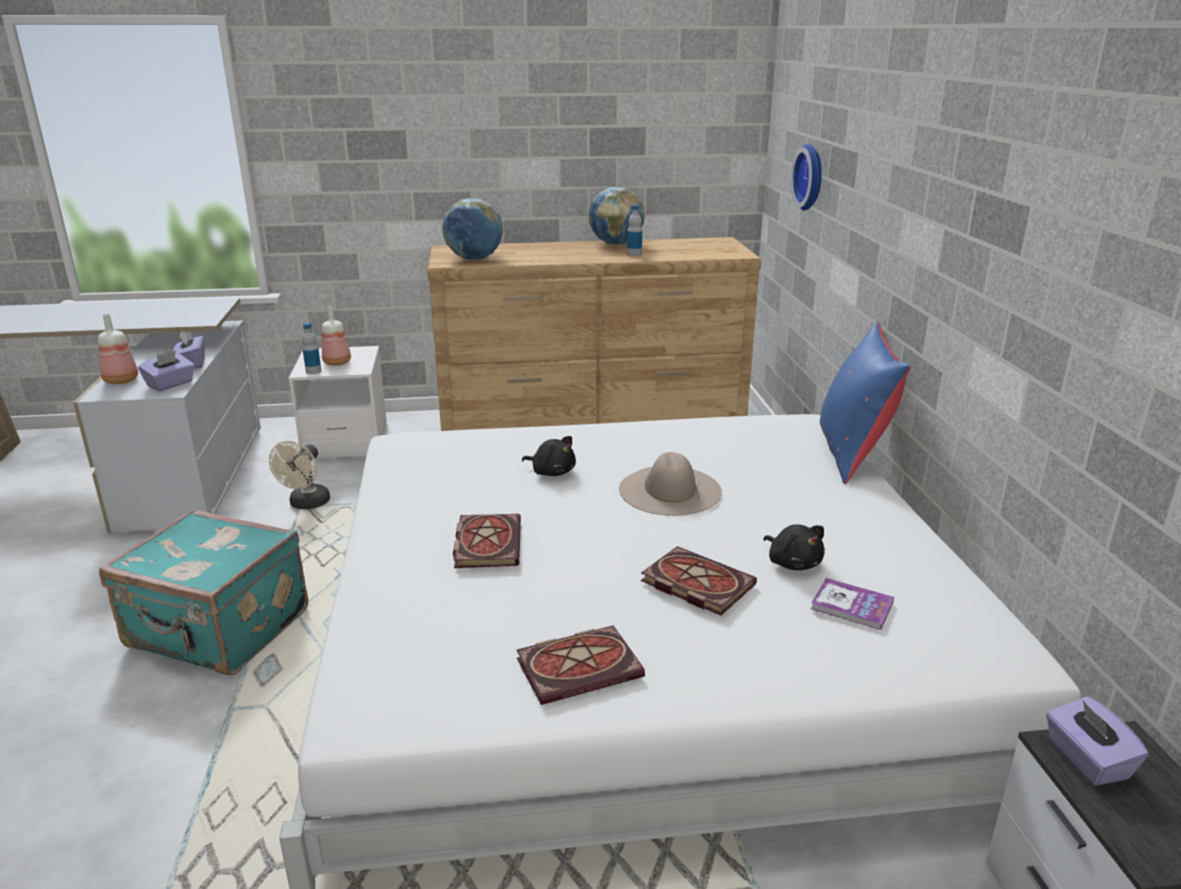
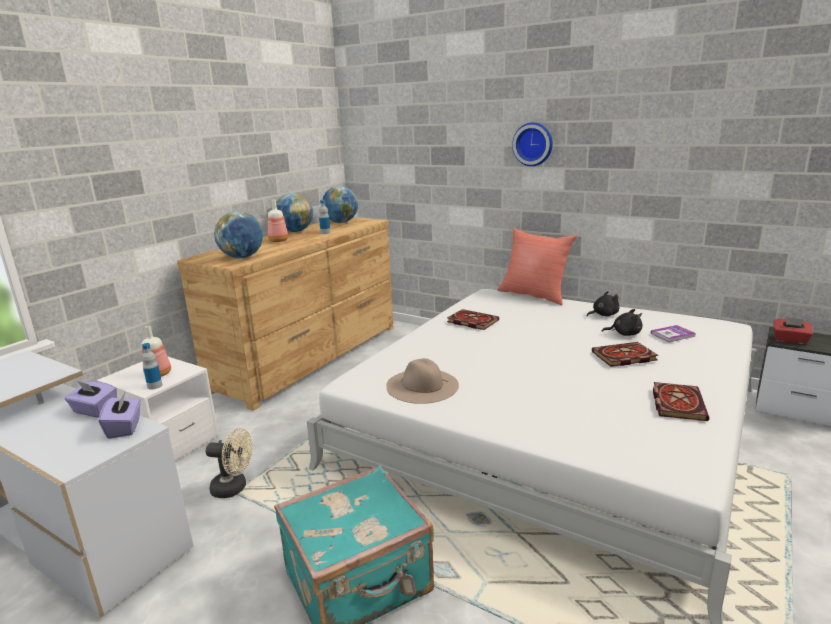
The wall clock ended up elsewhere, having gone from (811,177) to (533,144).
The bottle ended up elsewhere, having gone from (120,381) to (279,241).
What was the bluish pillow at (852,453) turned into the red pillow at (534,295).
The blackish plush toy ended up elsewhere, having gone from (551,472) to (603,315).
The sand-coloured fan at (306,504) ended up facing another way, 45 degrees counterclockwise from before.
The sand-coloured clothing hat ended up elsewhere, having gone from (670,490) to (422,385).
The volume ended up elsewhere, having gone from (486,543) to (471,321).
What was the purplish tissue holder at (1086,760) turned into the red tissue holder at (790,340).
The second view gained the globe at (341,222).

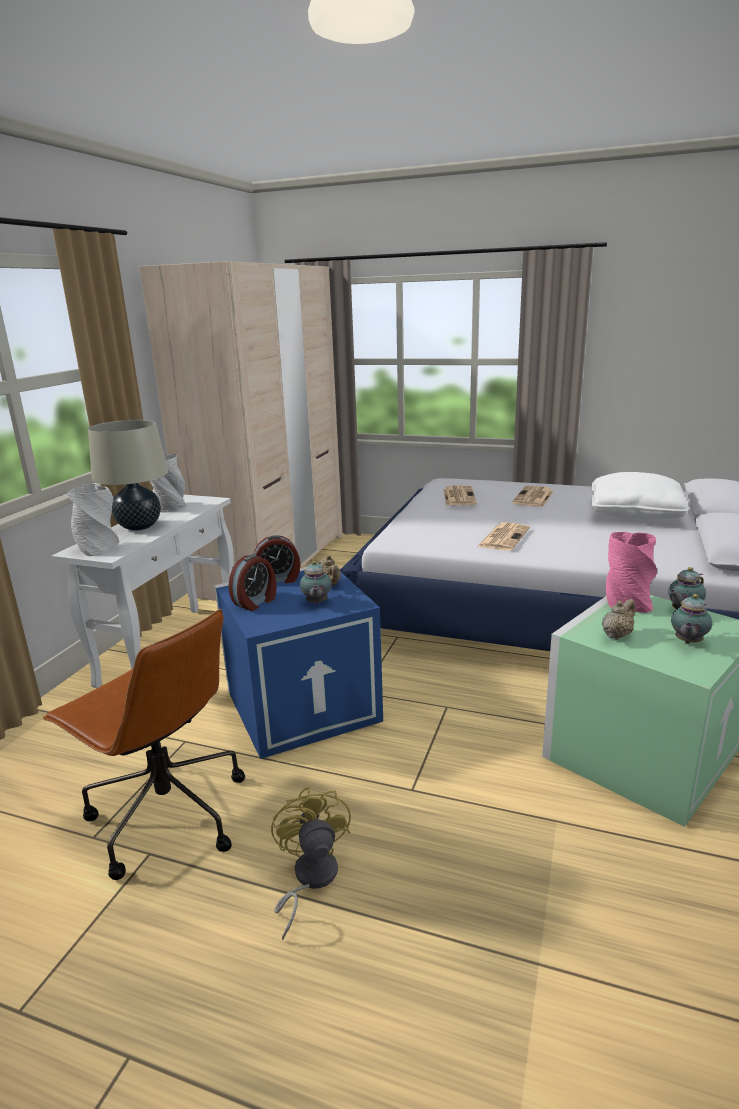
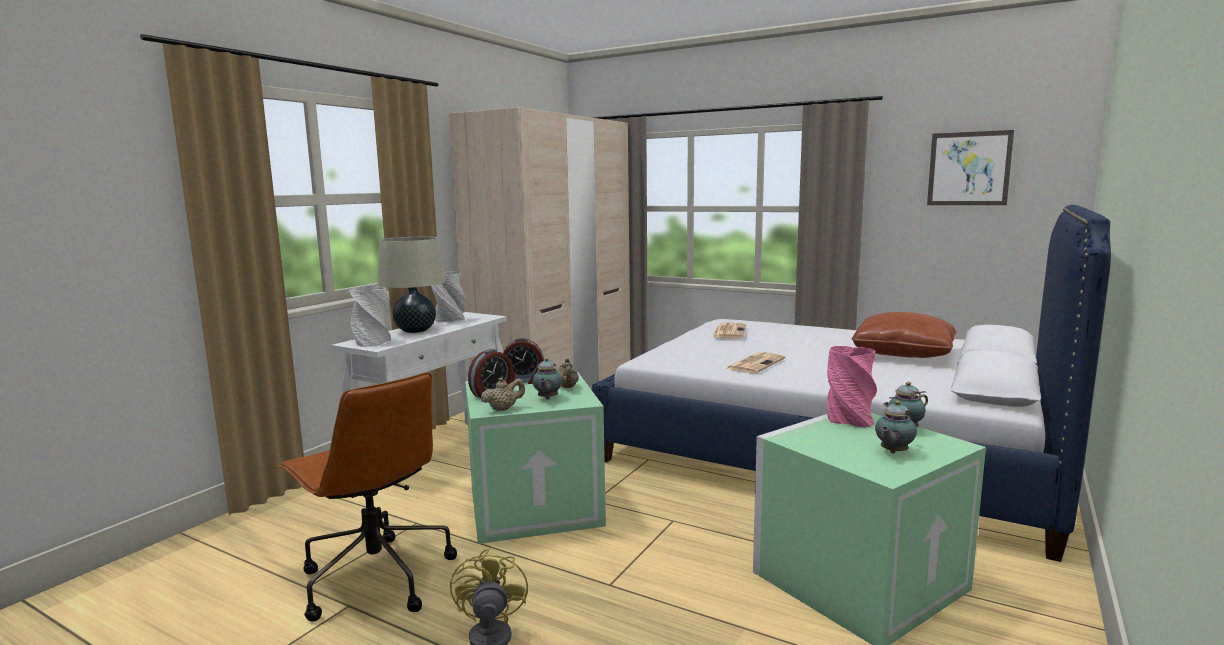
What was the white pillow at (634,513) turned into the brownish pillow at (903,353).
The second view lost the newspaper at (533,497).
What was the bluish storage container at (303,704) turned into the green storage container at (536,505).
The sand-coloured teapot ended up elsewhere, having gone from (616,635) to (503,409).
The second view gained the wall art at (969,168).

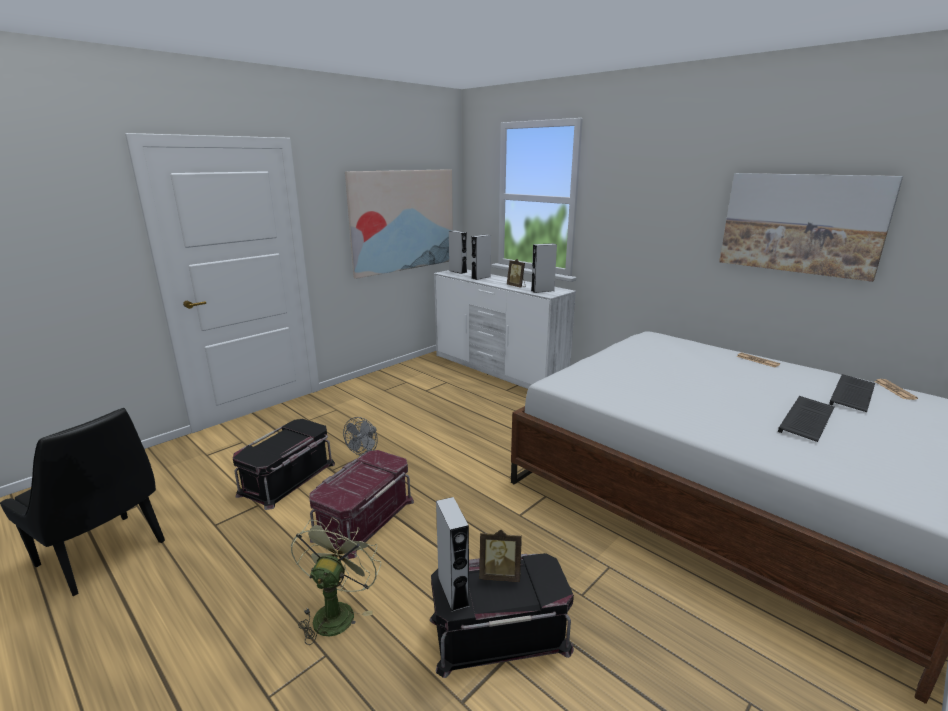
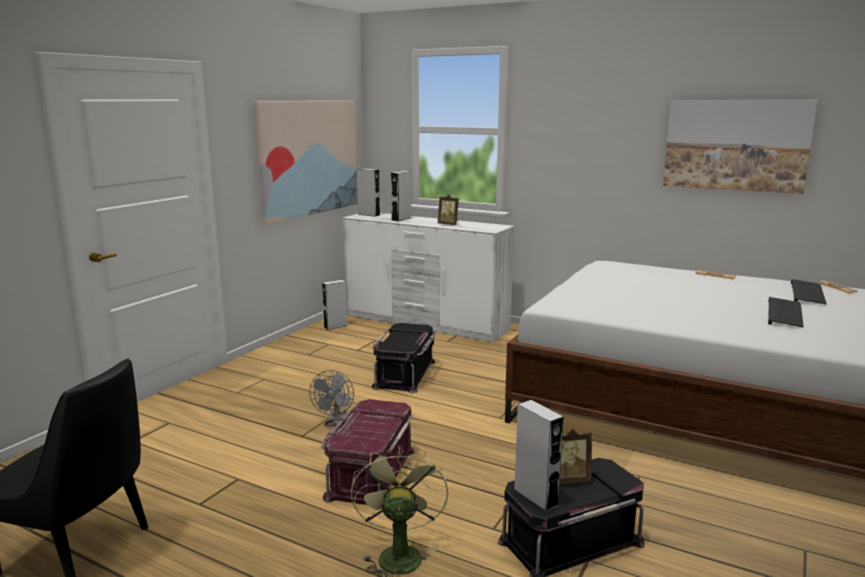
The greyish audio speaker ended up elsewhere, having gone from (542,290) to (335,326).
The blackish storage container ended up elsewhere, having gone from (288,479) to (405,374).

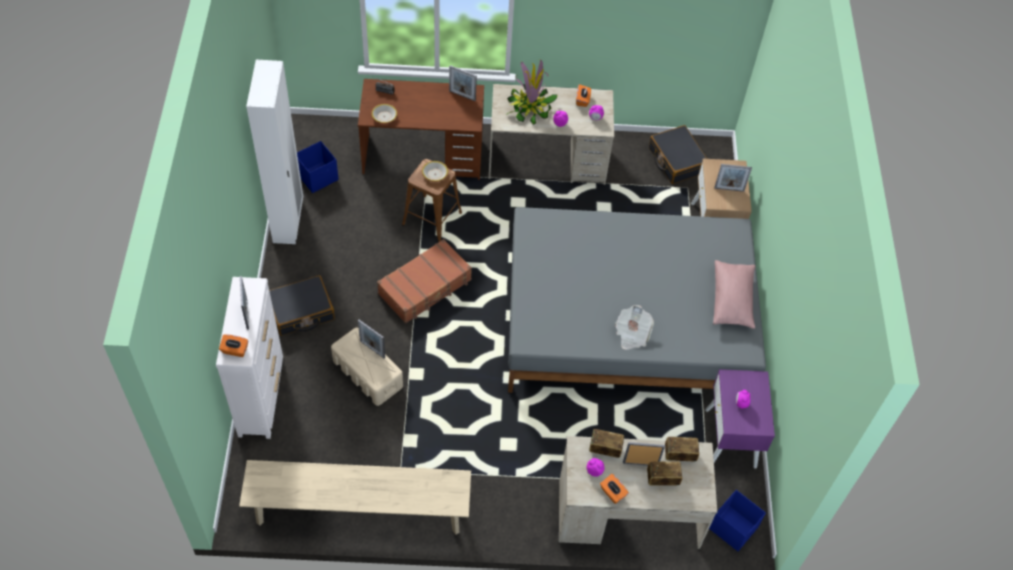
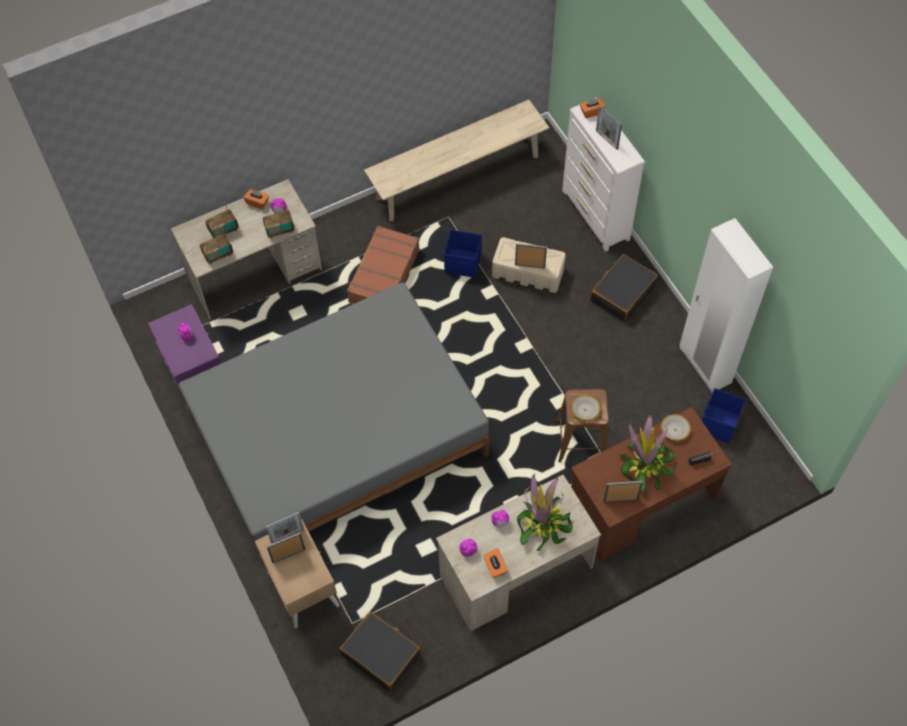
The brownish piece of luggage ended up elsewhere, having gone from (425,287) to (383,276).
The second view lost the pink pillow at (732,300).
The second view lost the newspaper at (632,334).
The picture frame ended up elsewhere, having gone from (640,464) to (287,536).
The bluish storage container ended up elsewhere, having gone from (732,527) to (463,263).
The second view gained the plant in a pot at (645,465).

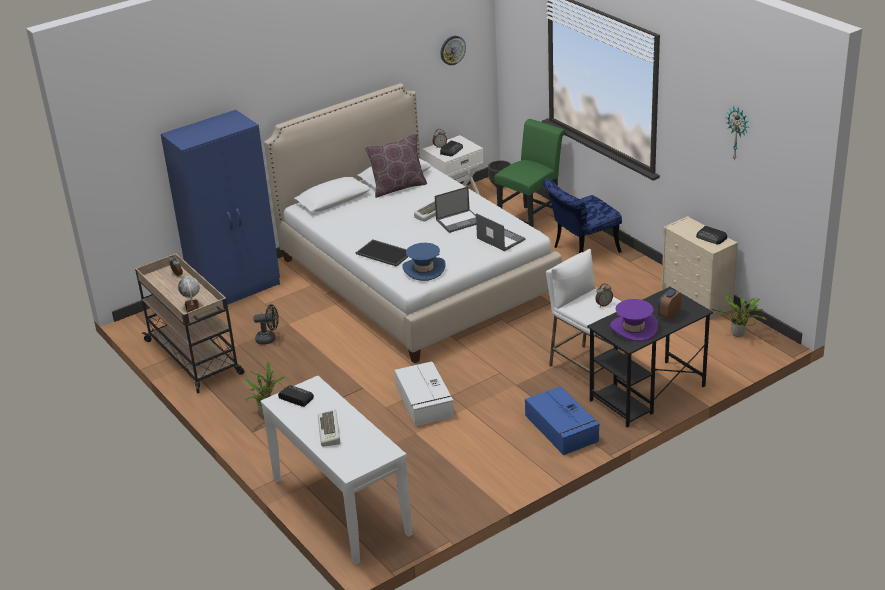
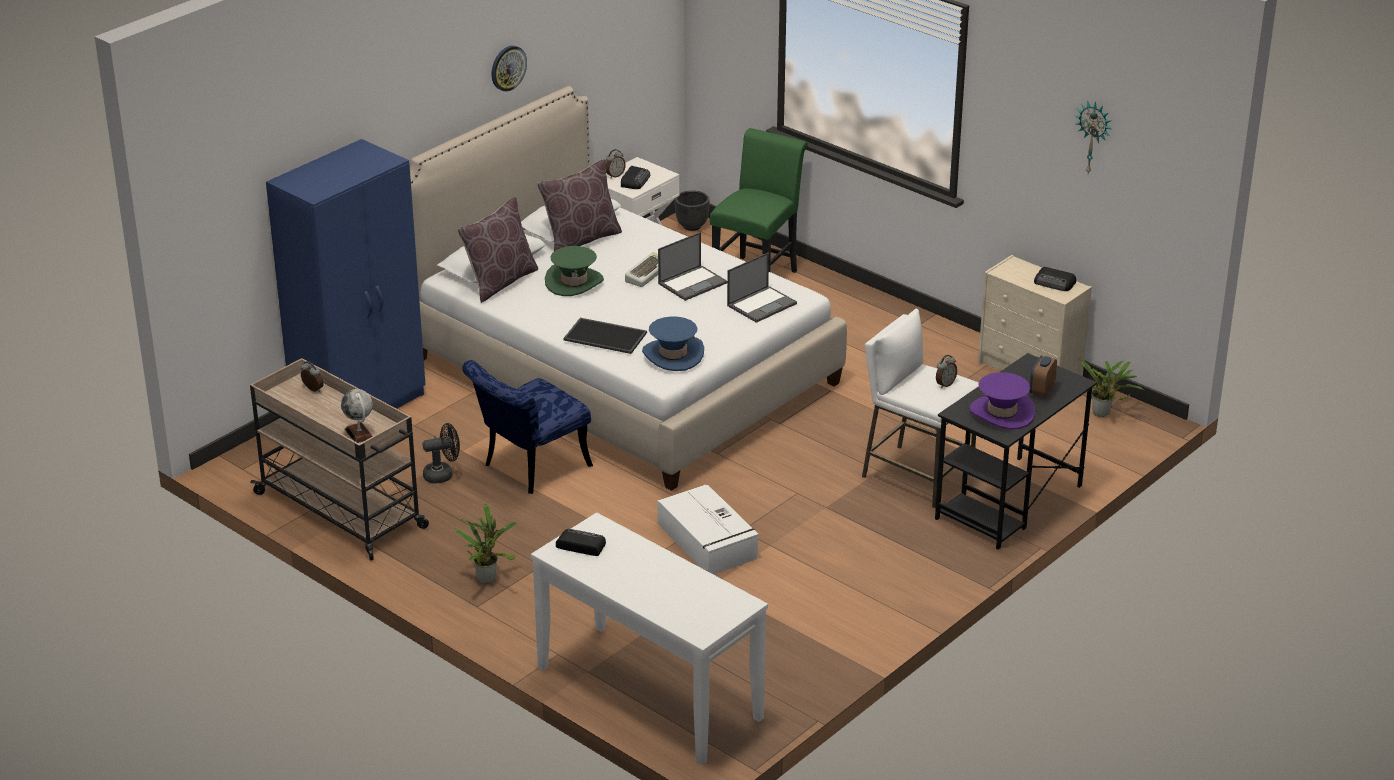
The wall clock ended up elsewhere, having gone from (452,50) to (508,68).
The bluish chair ended up elsewhere, having gone from (581,250) to (529,468).
The notebook computer at (500,239) ended up facing another way, 105 degrees clockwise from before.
The second view lost the bluish storage container at (562,429).
The second view lost the computer keyboard at (330,431).
The second view gained the brownish pillow at (500,282).
The second view gained the green clothing hat at (574,282).

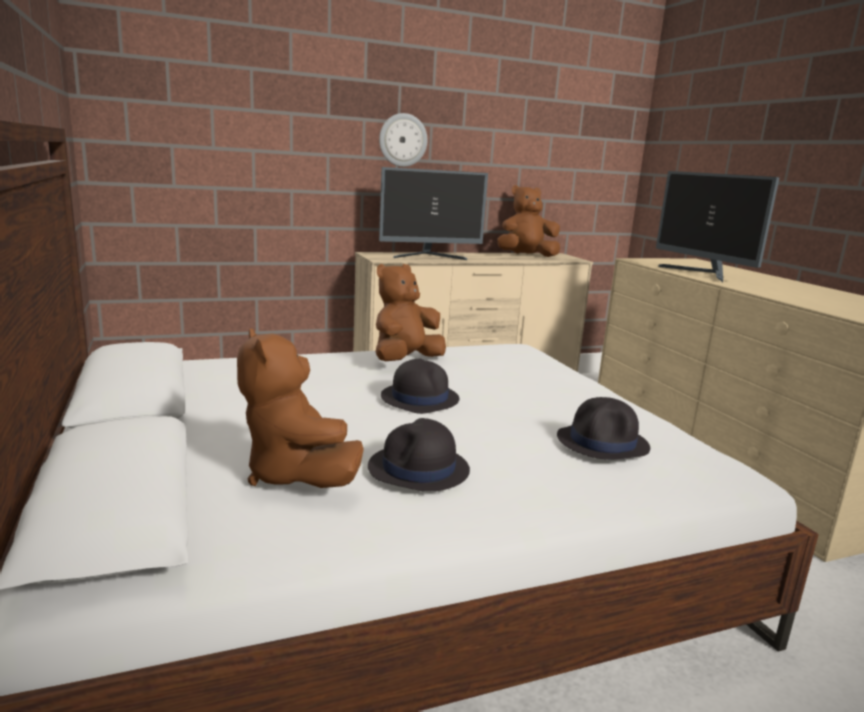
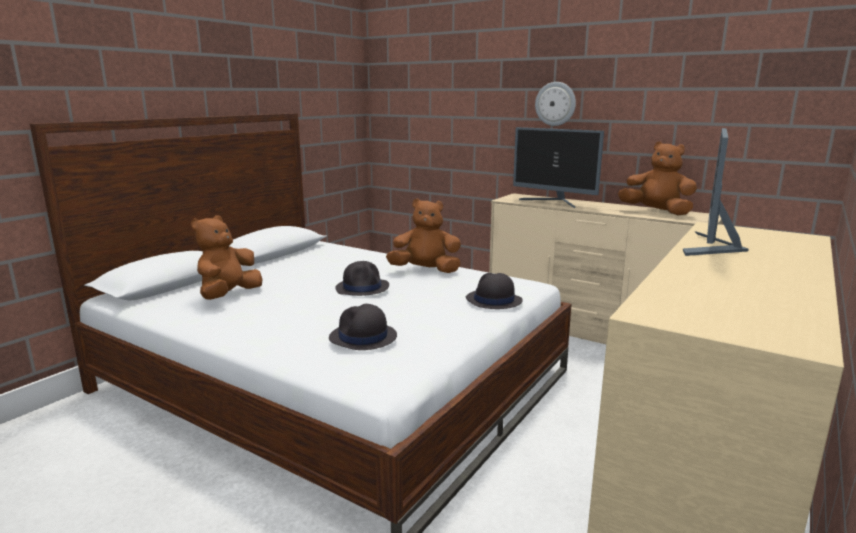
The blackish clothing hat ended up elsewhere, having gone from (418,469) to (493,300).

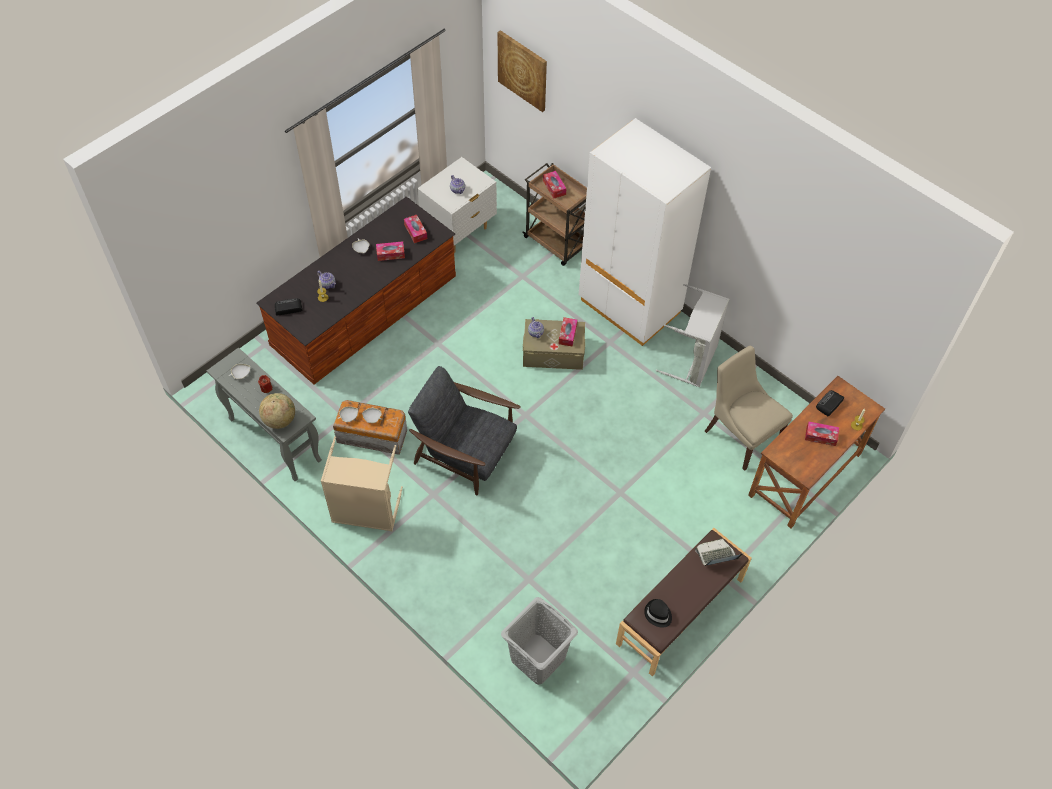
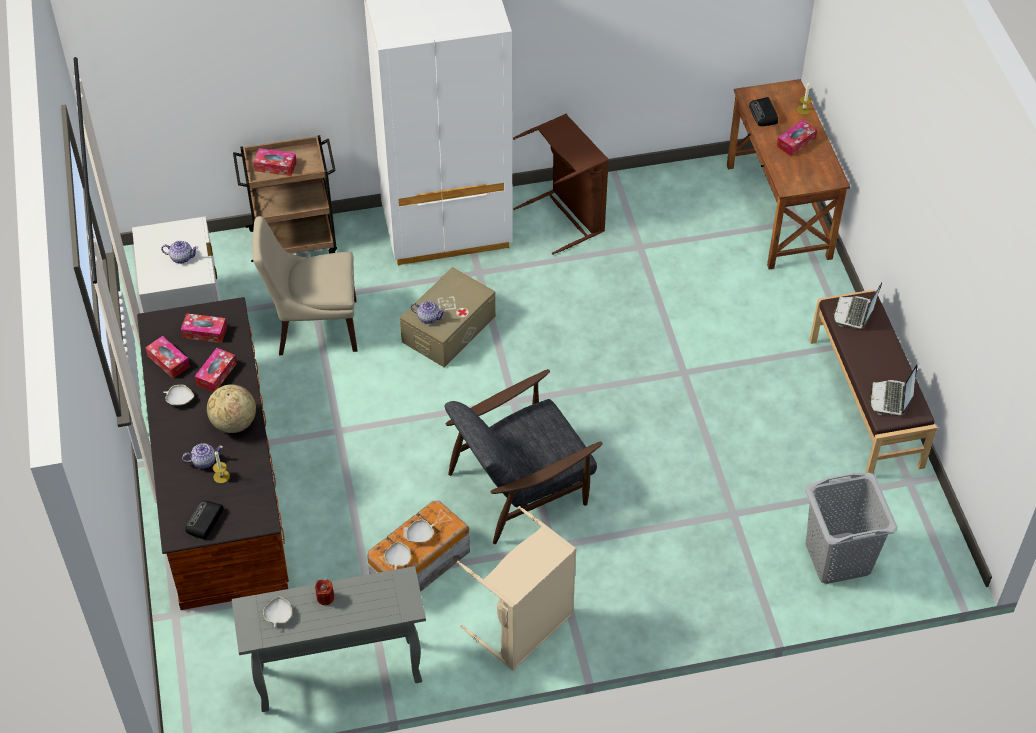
The second view lost the wall art at (523,70).
What was the greyish hamper at (693,361) turned into the brownish hamper at (567,217).
The tissue holder ended up elsewhere, having gone from (567,334) to (168,361).
The sand-coloured chair ended up elsewhere, having gone from (740,435) to (314,327).
The globe ended up elsewhere, having gone from (279,420) to (234,423).
Where the blackish clothing hat stood at (658,614), the notebook computer came to stand at (891,399).

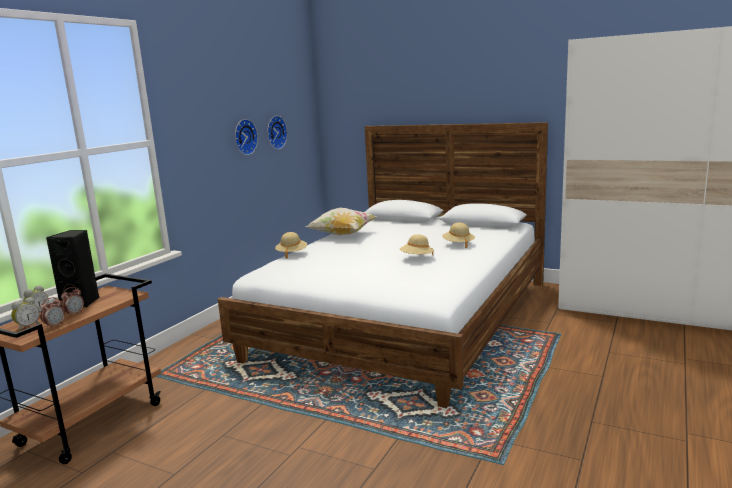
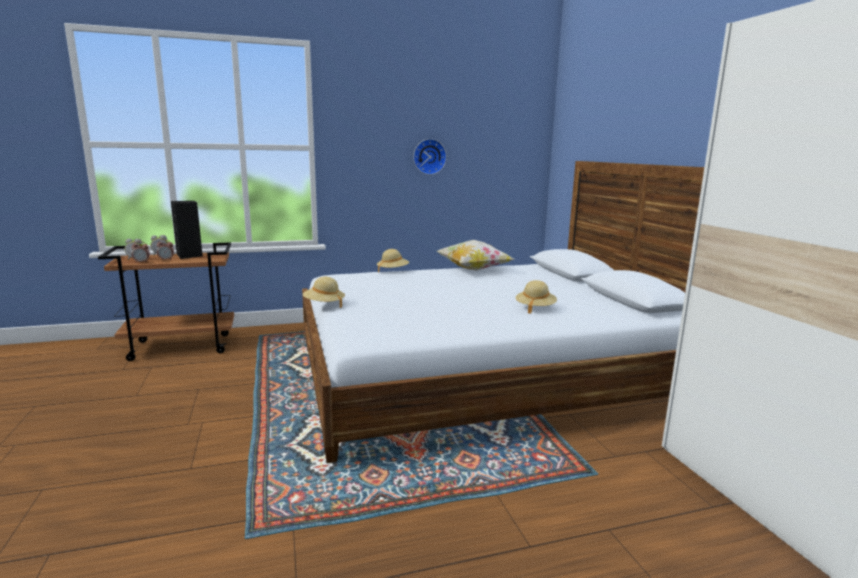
The second view lost the wall clock at (275,132).
The sand-coloured clothing hat ended up elsewhere, having gone from (417,258) to (324,304).

